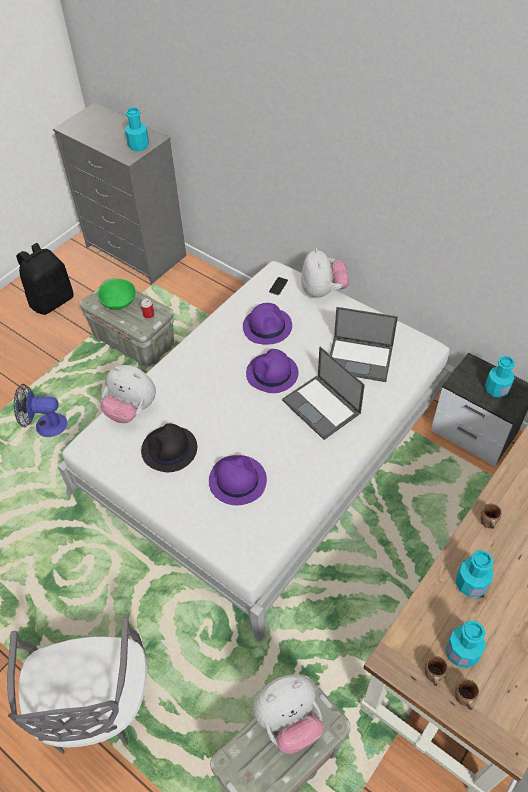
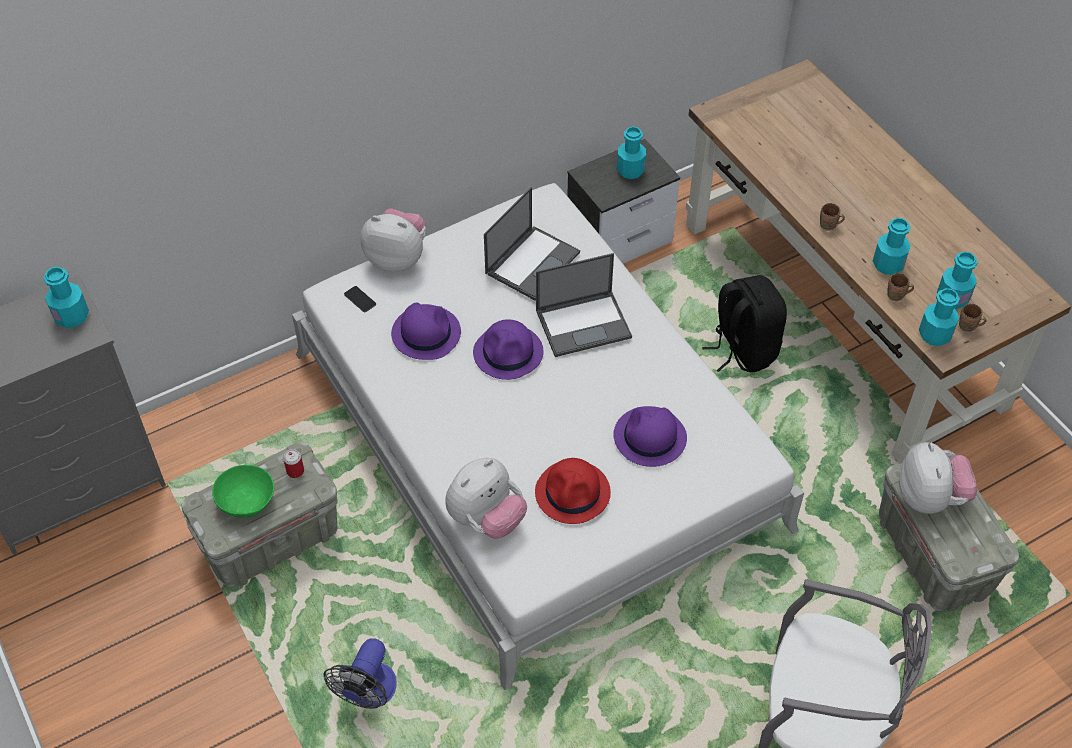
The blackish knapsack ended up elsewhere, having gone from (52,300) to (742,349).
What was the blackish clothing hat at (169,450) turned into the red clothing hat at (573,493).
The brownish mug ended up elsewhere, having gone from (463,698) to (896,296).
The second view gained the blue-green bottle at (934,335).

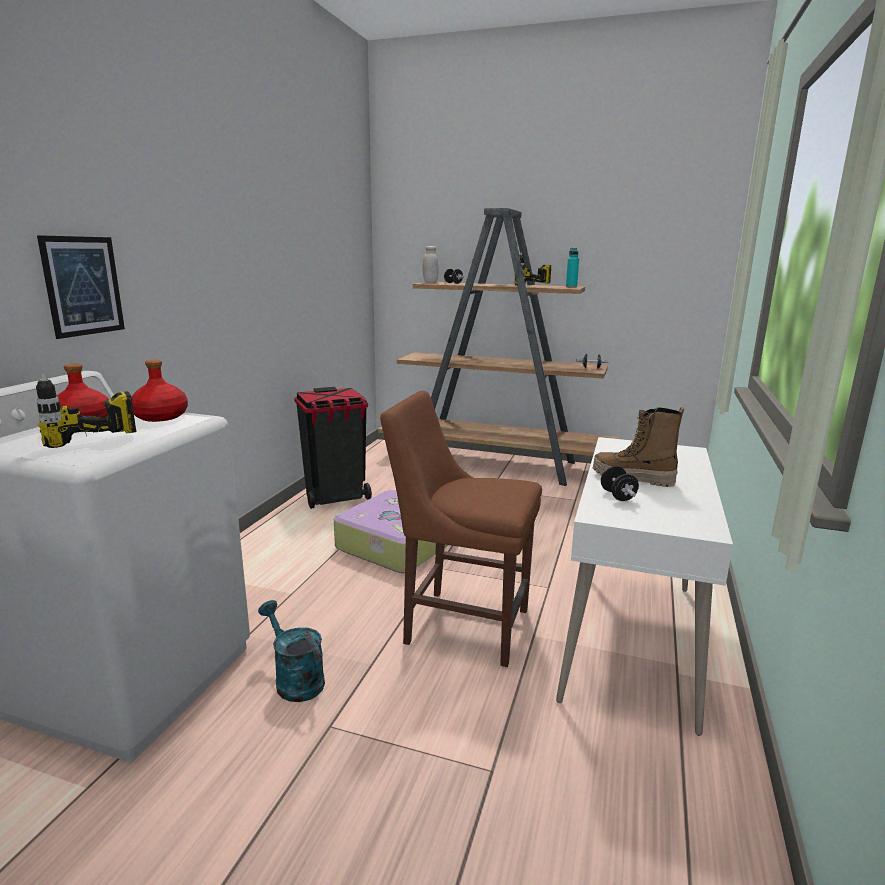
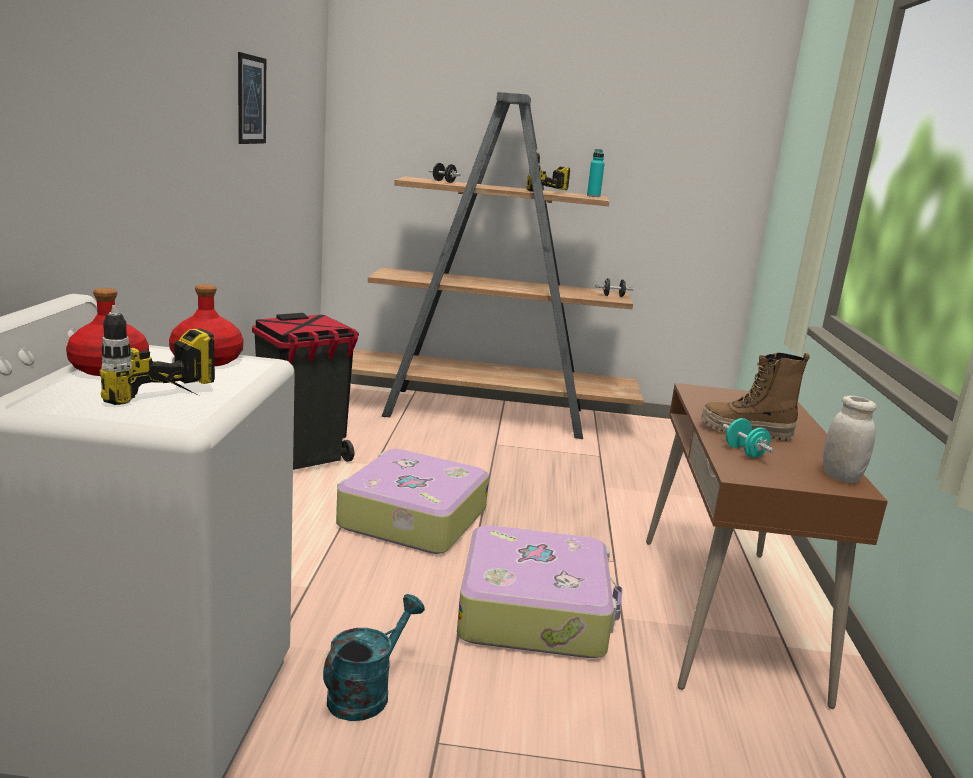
The wall art ended up elsewhere, having gone from (83,286) to (251,100).
The white preserve jar ended up elsewhere, having gone from (430,282) to (840,477).
Where the brownish chair stood at (461,624), the piece of luggage came to stand at (535,610).
What was the white desk unit at (631,639) turned into the brownish desk unit at (726,613).
What was the blackish free weight at (617,496) turned into the blue-green free weight at (745,452).
The blue-green sprinkling can at (295,679) ended up facing another way, 90 degrees clockwise from before.

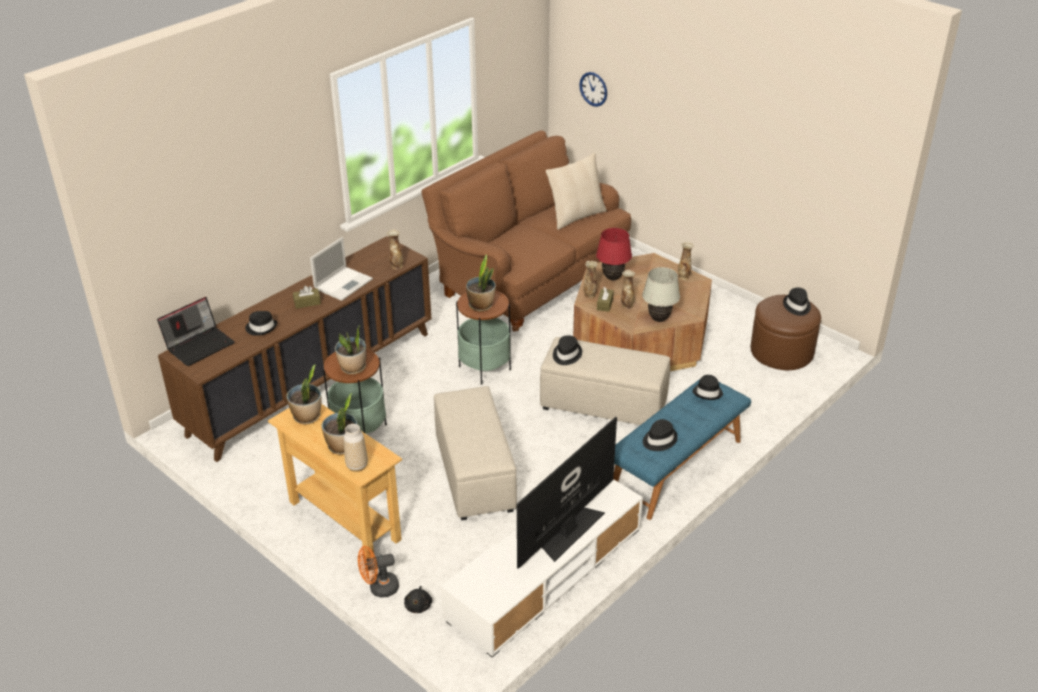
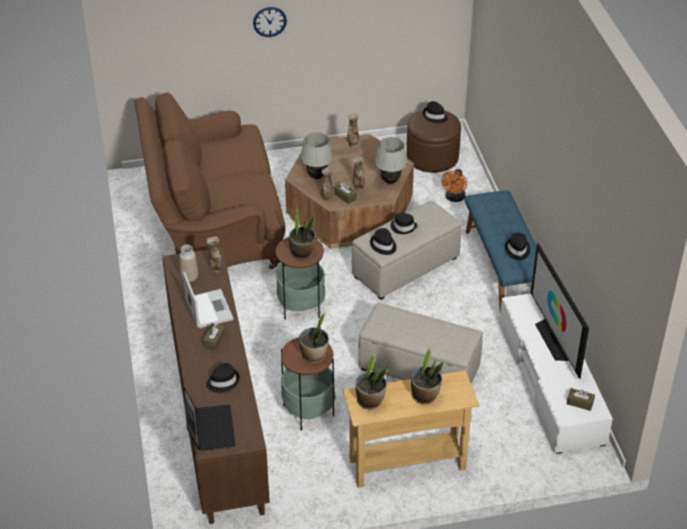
The wall clock ended up elsewhere, having gone from (593,89) to (269,21).
The second view lost the sand-coloured pillow at (575,216).
What was the red table lamp at (612,278) turned into the white table lamp at (317,176).
The blackish clothing hat ended up elsewhere, having gone from (708,392) to (403,227).
The decorative vase ended up elsewhere, having gone from (357,466) to (189,278).
The orange fan ended up elsewhere, having gone from (379,588) to (454,198).
The second view lost the blackish plush toy at (418,605).
The second view gained the brownish tissue holder at (580,403).

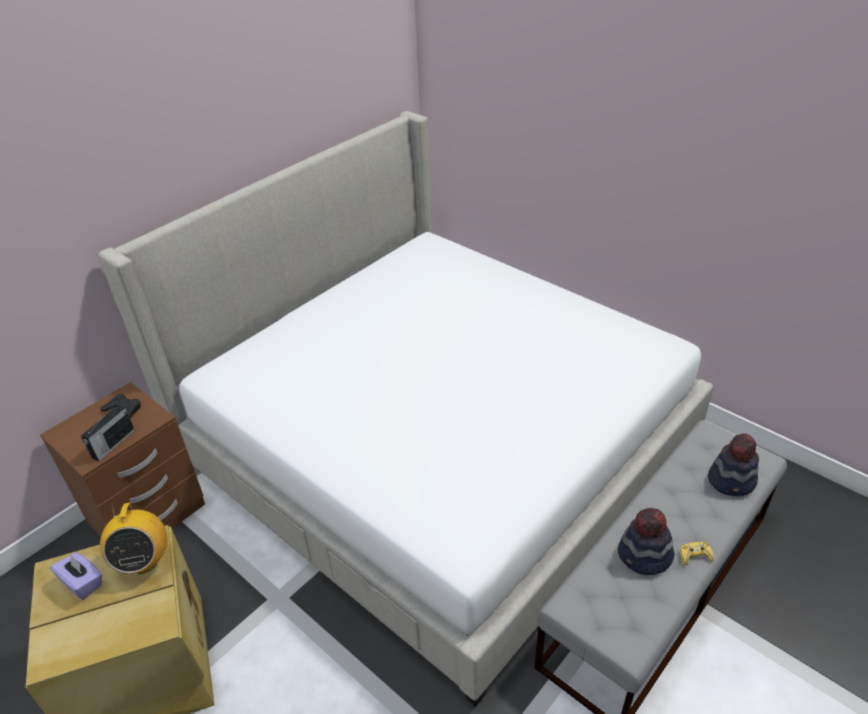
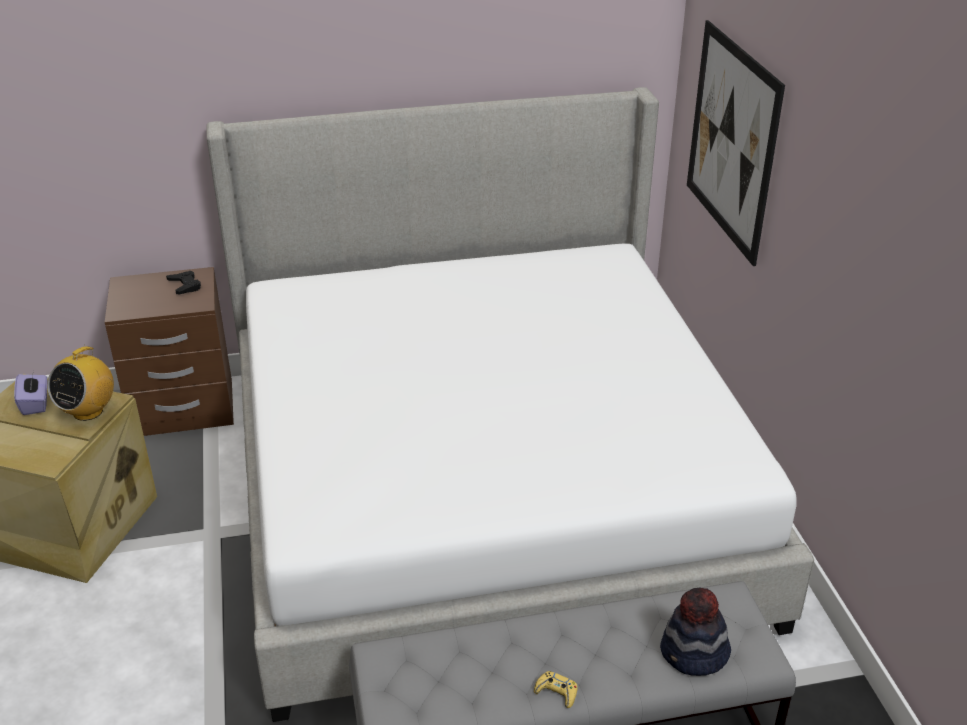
The second view lost the radio receiver at (113,444).
The second view lost the clothing hat at (644,556).
The second view gained the wall art at (731,140).

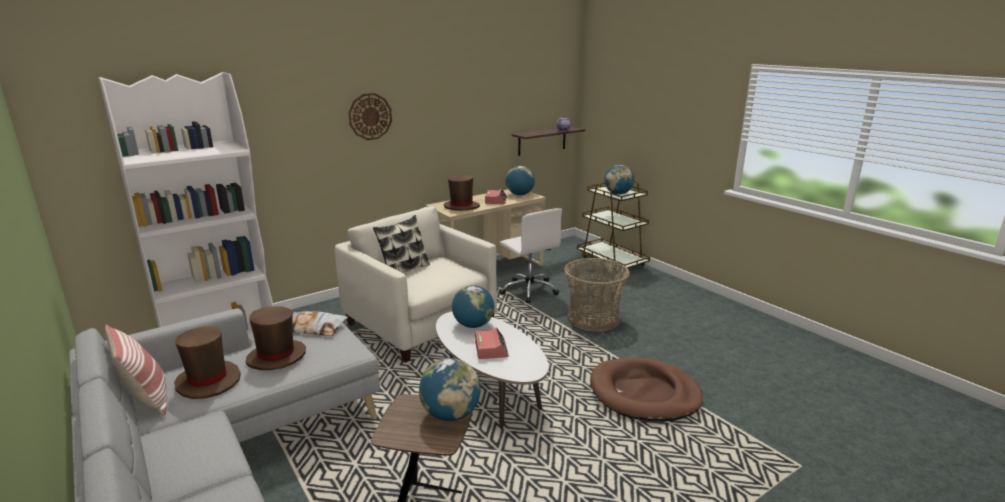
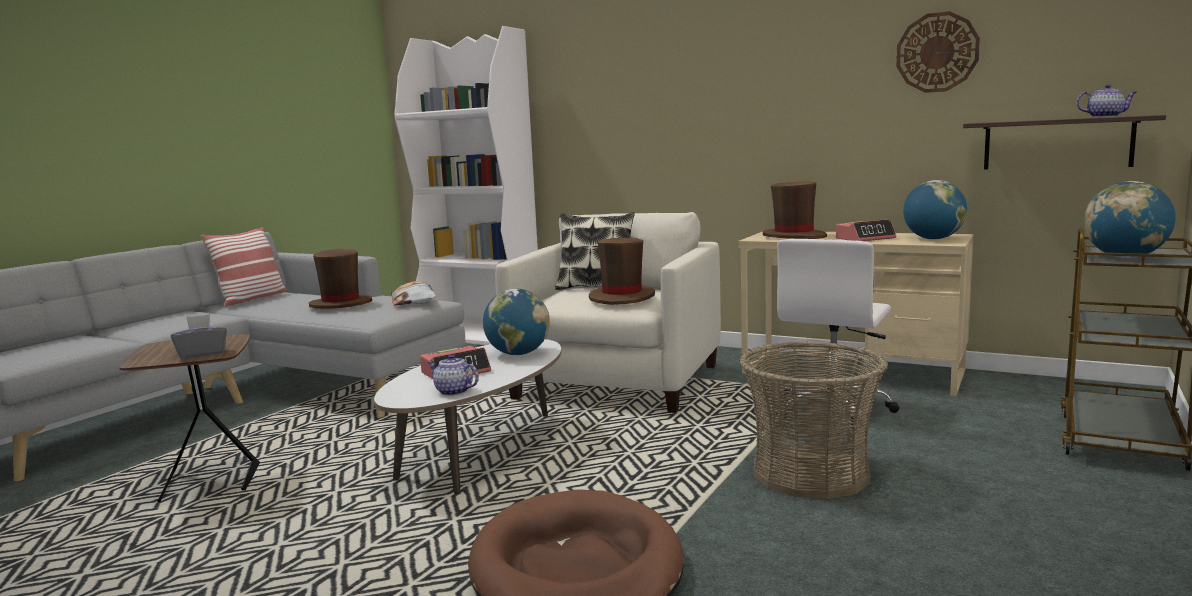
The wall clock ended up elsewhere, having gone from (370,116) to (937,52).
The brownish clothing hat ended up elsewhere, having gone from (208,381) to (622,297).
Where the globe stood at (450,414), the greyish tissue holder came to stand at (202,353).
The second view gained the teapot at (453,391).

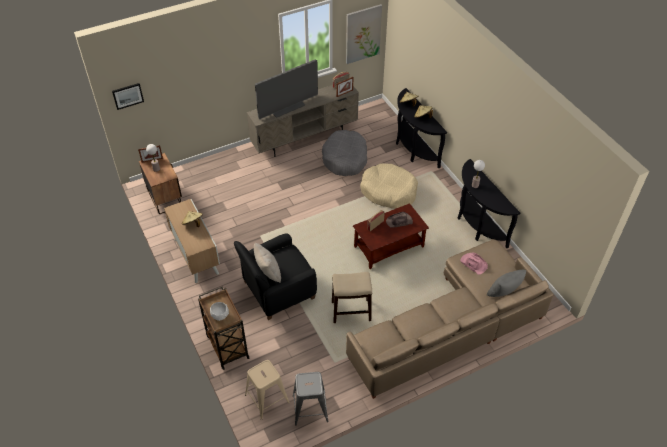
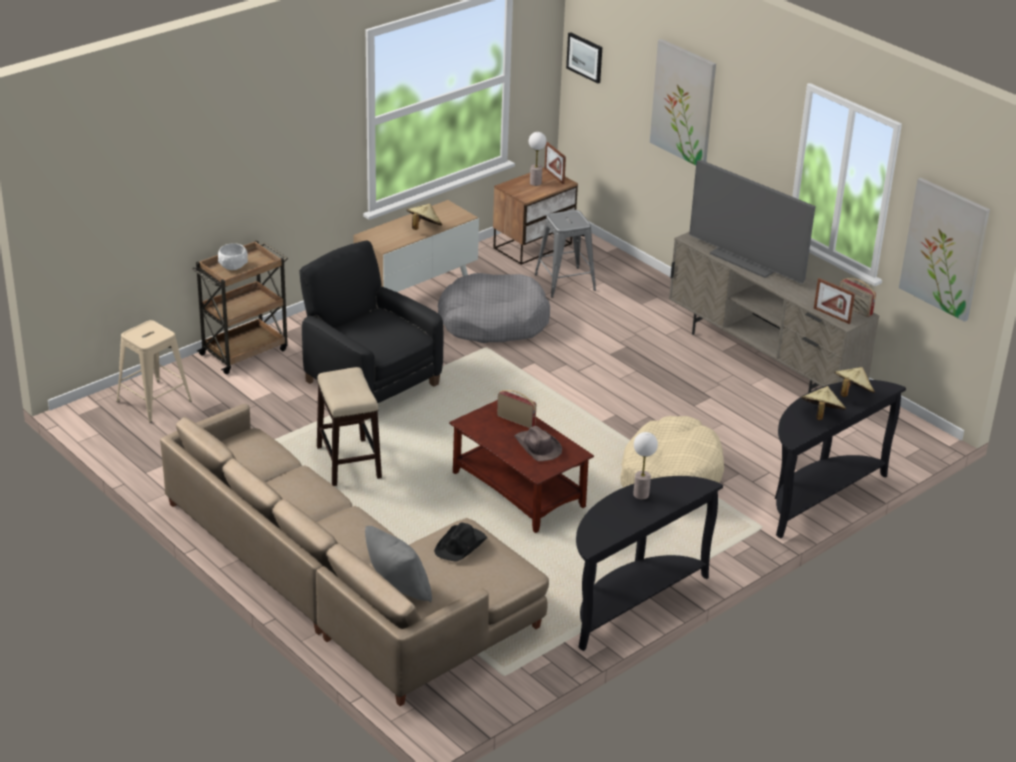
The greyish dog cushion ended up elsewhere, having gone from (345,159) to (493,321).
The second view lost the sand-coloured pillow at (268,272).
What was the pink clothing hat at (473,263) turned into the blackish clothing hat at (461,545).
The greyish sitting stool ended up elsewhere, having gone from (310,408) to (564,282).
The second view gained the wall art at (683,103).

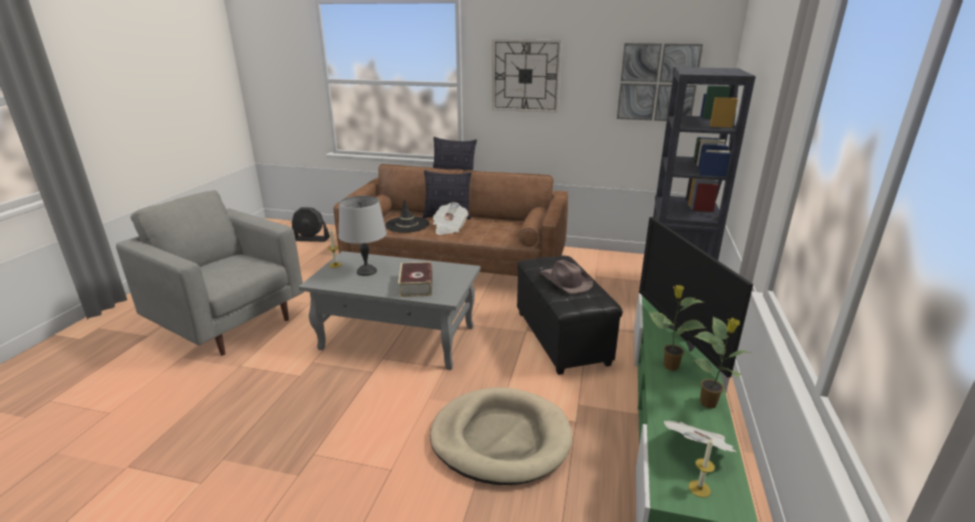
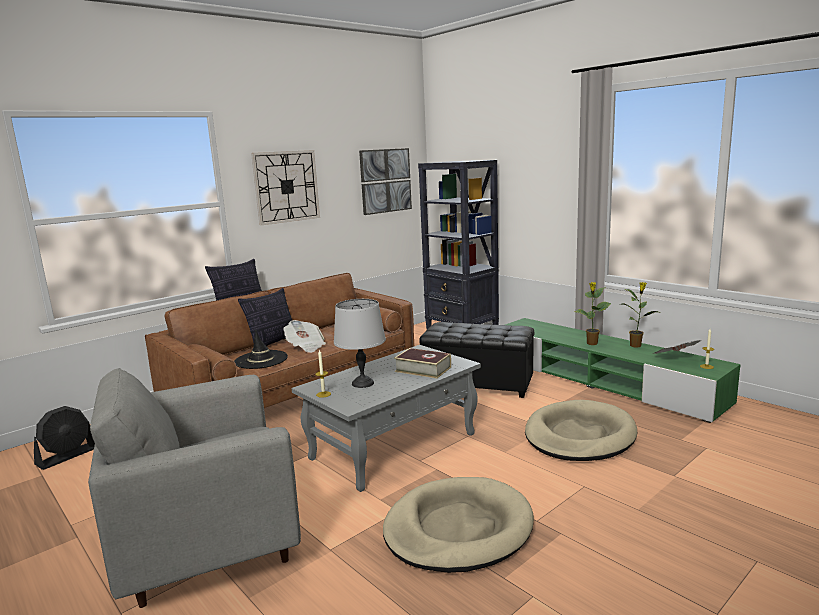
The second view lost the television at (680,336).
The second view lost the brownish clothing hat at (565,282).
The second view gained the sand-coloured dog cushion at (458,529).

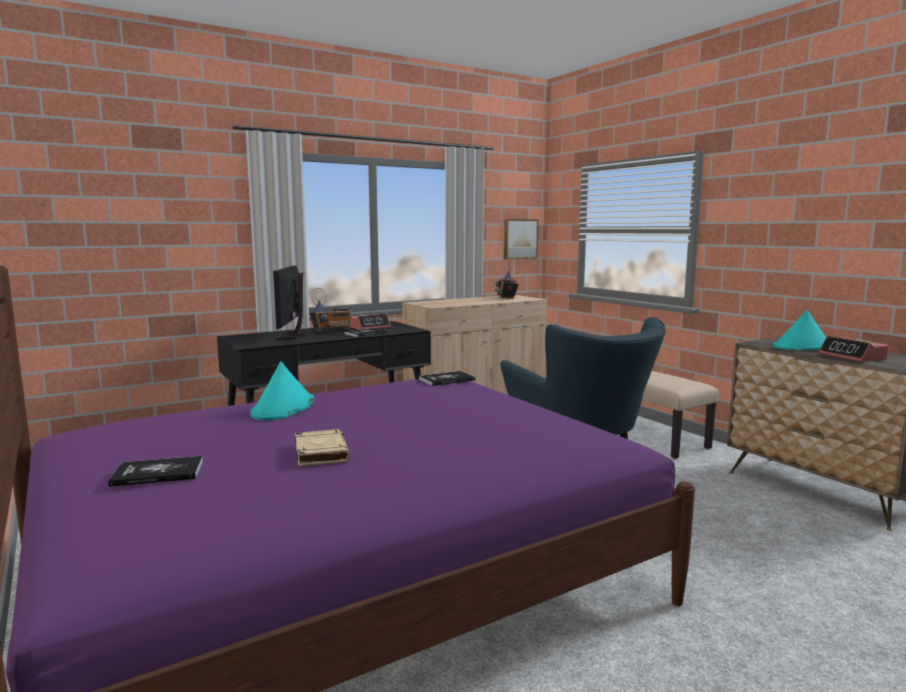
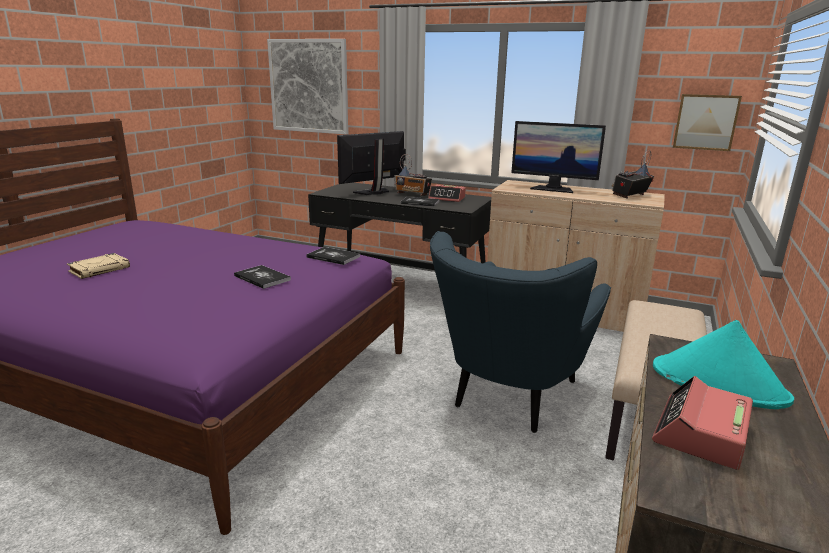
The second view lost the blue-green clothing hat at (283,408).
The volume ended up elsewhere, having gone from (158,473) to (262,278).
The second view gained the wall art at (309,86).
The second view gained the monitor at (553,189).

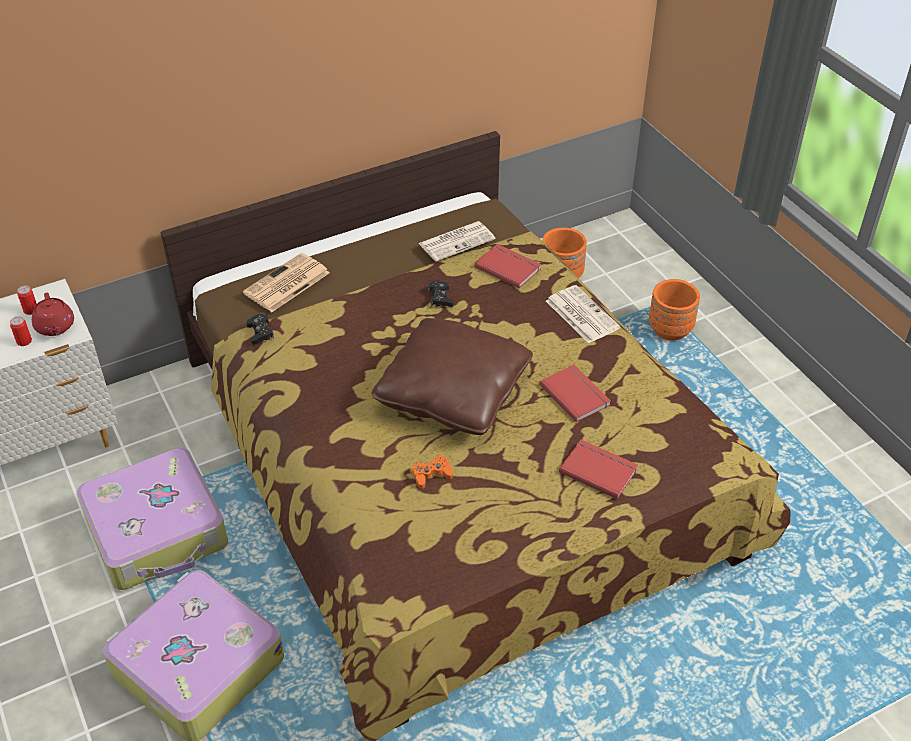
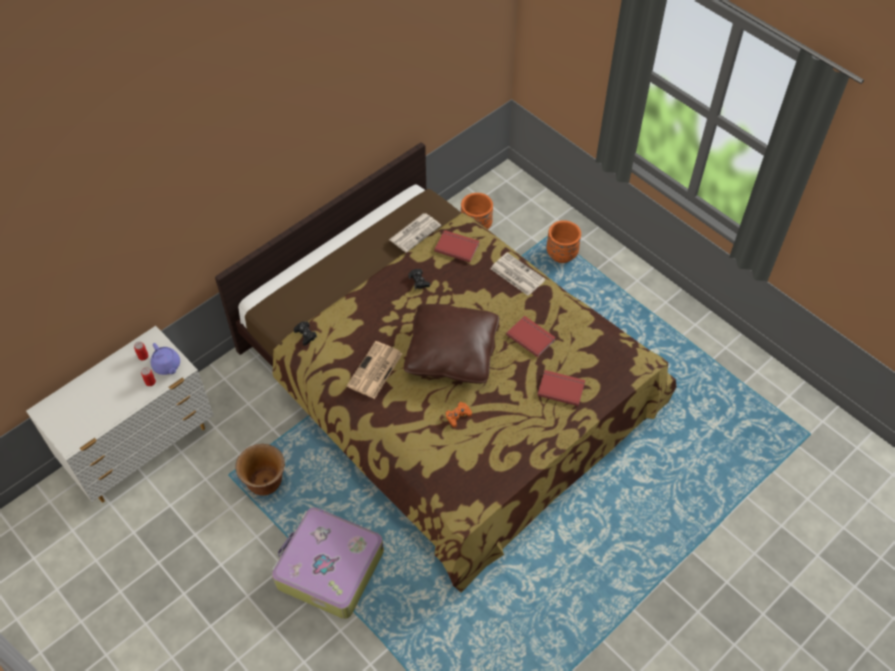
The newspaper ended up elsewhere, having gone from (286,284) to (375,371).
What was the red teapot at (55,327) turned into the purplish teapot at (167,366).
Where the piece of luggage stood at (158,531), the brownish flower pot came to stand at (265,483).

